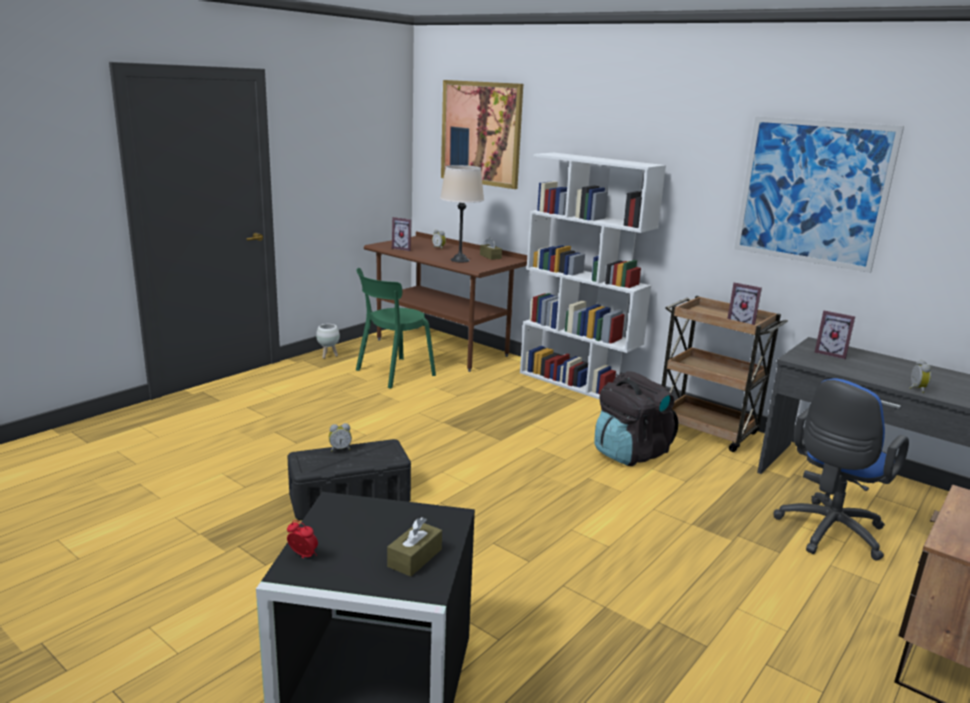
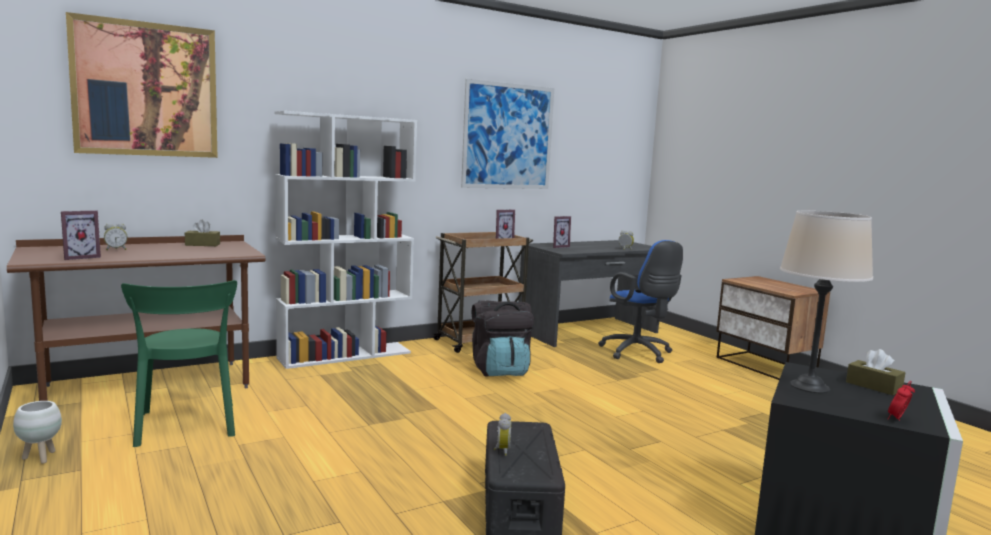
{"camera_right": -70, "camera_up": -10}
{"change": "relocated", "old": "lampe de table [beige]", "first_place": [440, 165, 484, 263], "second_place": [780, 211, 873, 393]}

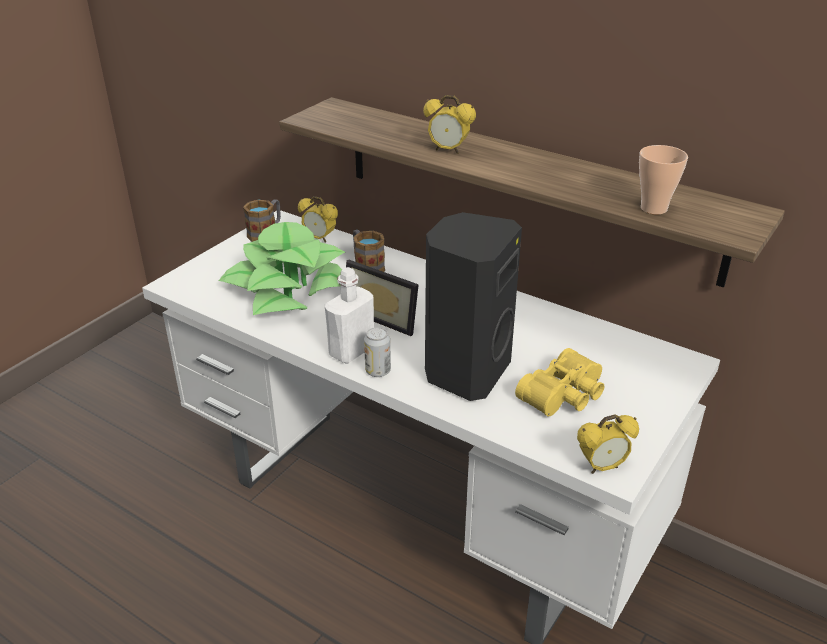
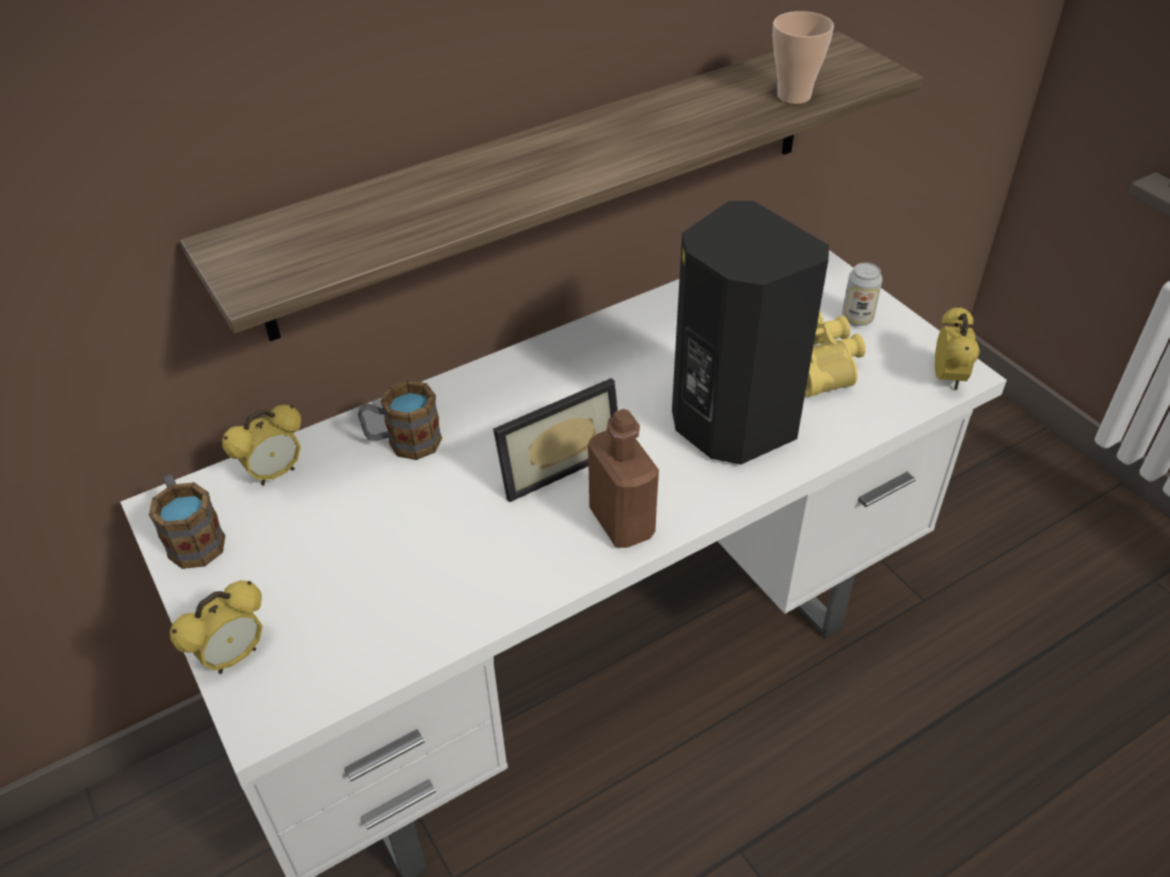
{"camera_right": -65, "camera_up": 10}
{"change": "missing", "old": "plante en pot", "first_place": [218, 222, 345, 315]}
{"change": "colour", "old": "bouteille [blanc]", "new": "bouteille [marron]", "first_place": [325, 267, 374, 364], "second_place": [588, 409, 659, 548]}
{"change": "relocated", "old": "boîte métallique", "first_place": [364, 327, 391, 377], "second_place": [842, 263, 883, 326]}
{"change": "relocated", "old": "réveil", "first_place": [423, 95, 476, 154], "second_place": [170, 580, 263, 674]}

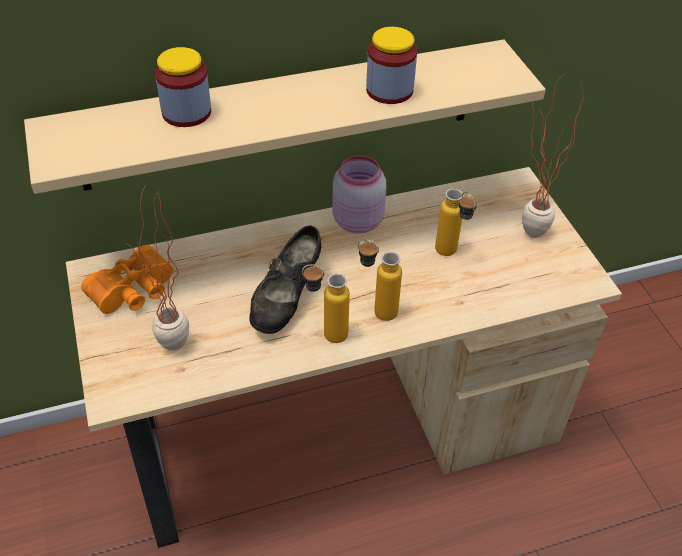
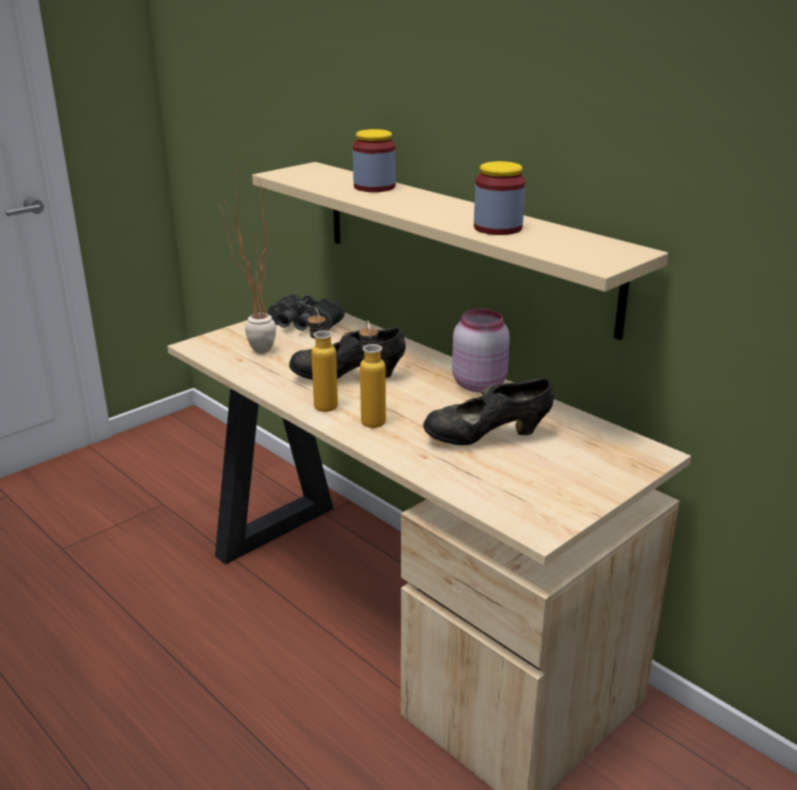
{"camera_right": 65, "camera_up": -20}
{"change": "colour", "old": "jumelles [orange]", "new": "jumelles [noir]", "first_place": [81, 245, 173, 314], "second_place": [268, 293, 345, 331]}
{"change": "exchanged", "old": "bouteille", "new": "chaussure [noir]", "first_place": [435, 189, 477, 256], "second_place": [423, 378, 554, 445]}
{"change": "missing", "old": "plante en pot", "first_place": [522, 72, 587, 238]}

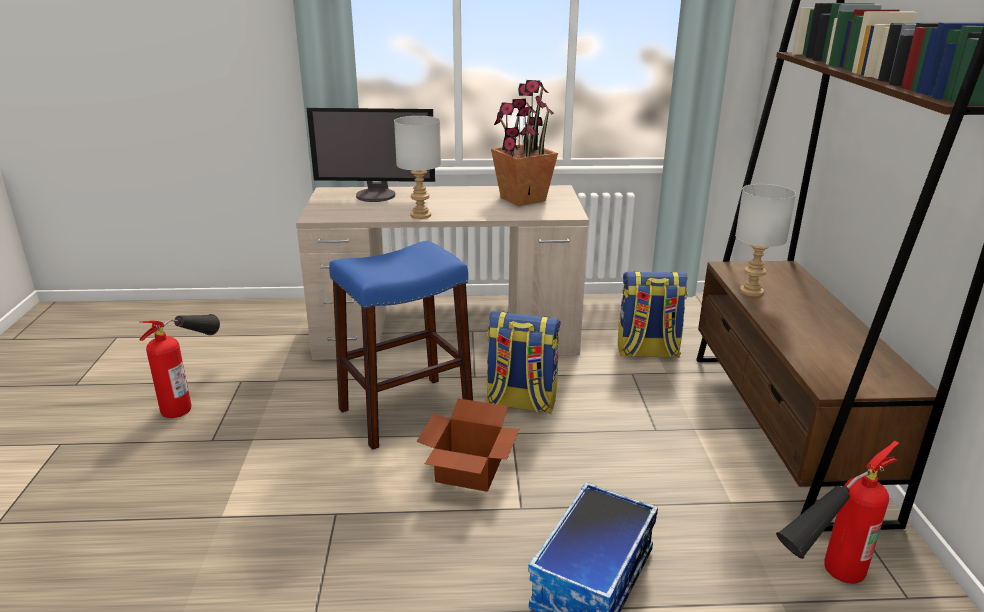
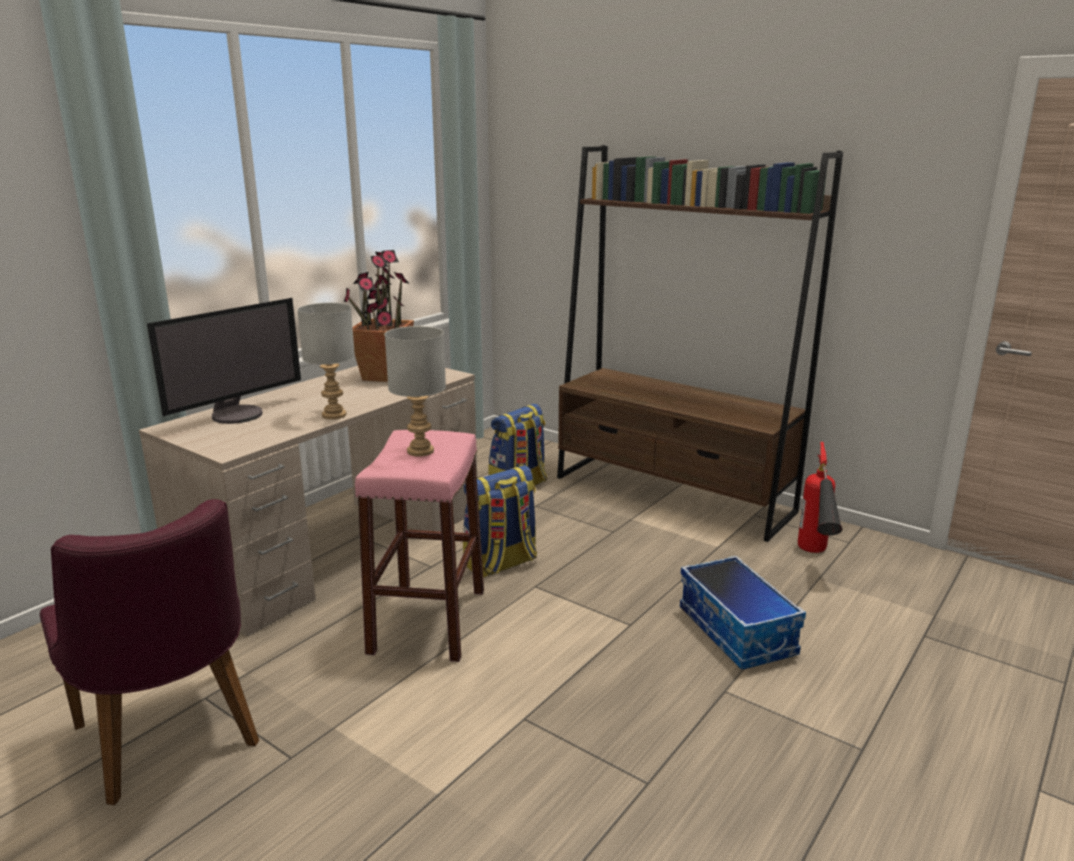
{"camera_right": -50, "camera_up": -5}
{"change": "exchanged", "old": "extincteur", "new": "chaise [violet]", "first_place": [139, 314, 220, 418], "second_place": [40, 499, 259, 805]}
{"change": "colour", "old": "tabouret [bleu]", "new": "tabouret [rose]", "first_place": [329, 241, 473, 450], "second_place": [355, 430, 484, 662]}
{"change": "missing", "old": "carton", "first_place": [417, 398, 519, 492]}
{"change": "relocated", "old": "lampe de table [gris]", "first_place": [735, 184, 796, 297], "second_place": [385, 326, 446, 457]}

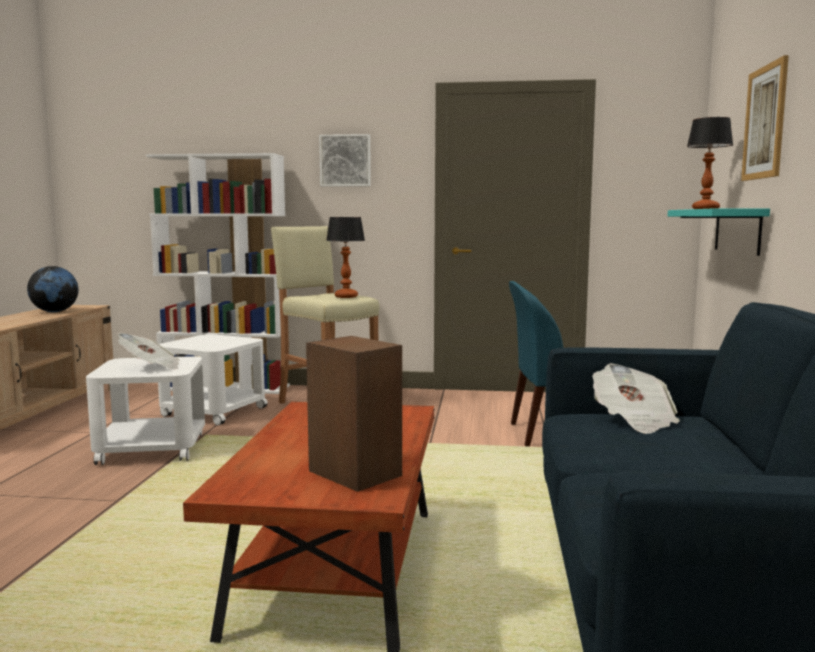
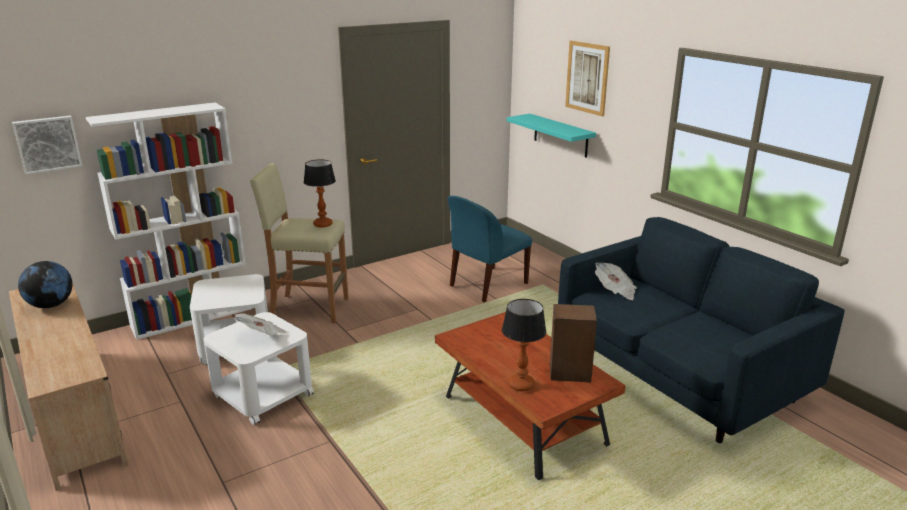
{"camera_right": -40, "camera_up": 15}
{"change": "relocated", "old": "tableau", "first_place": [319, 134, 371, 187], "second_place": [12, 116, 82, 174]}
{"change": "relocated", "old": "lampe de table", "first_place": [687, 117, 733, 209], "second_place": [502, 299, 546, 391]}

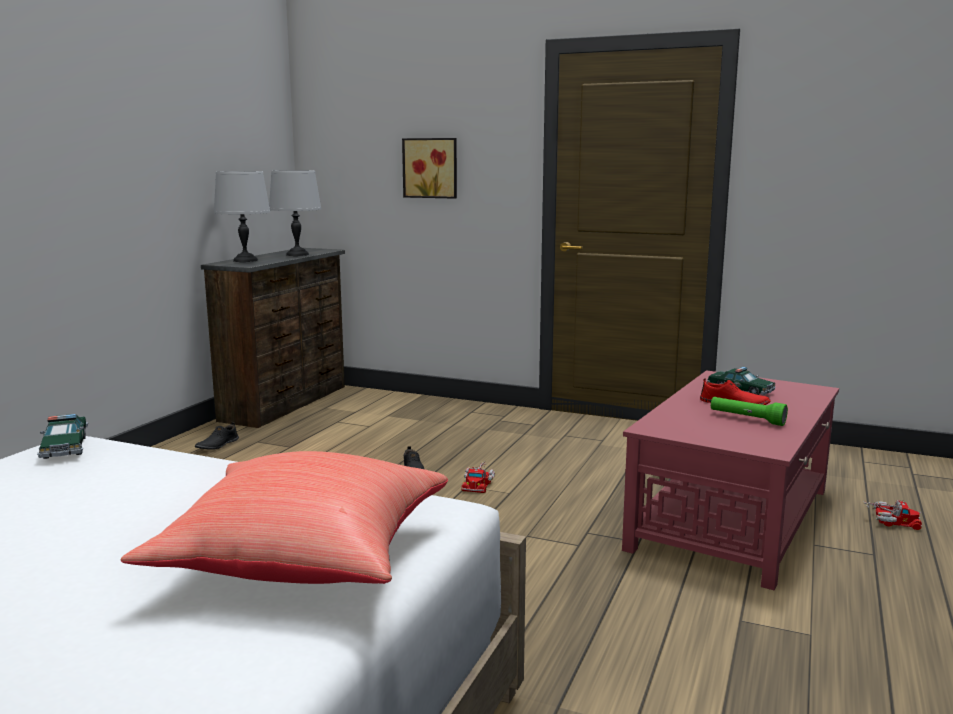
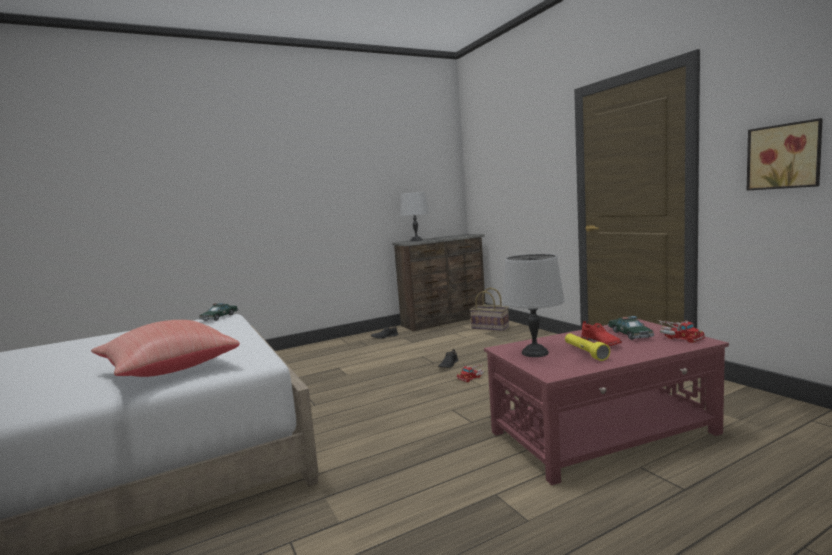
{"camera_right": 40, "camera_up": -5}
{"change": "relocated", "old": "lampe de table [gris]", "first_place": [269, 170, 321, 256], "second_place": [502, 254, 565, 357]}
{"change": "relocated", "old": "tableau", "first_place": [402, 138, 457, 199], "second_place": [747, 118, 823, 190]}
{"change": "colour", "old": "lampe de poche [vert]", "new": "lampe de poche [jaune]", "first_place": [711, 397, 788, 426], "second_place": [565, 333, 610, 361]}
{"change": "relocated", "old": "camion jouet", "first_place": [863, 500, 922, 530], "second_place": [658, 320, 705, 343]}
{"change": "appeared", "new": "panier", "second_place": [470, 288, 509, 331]}

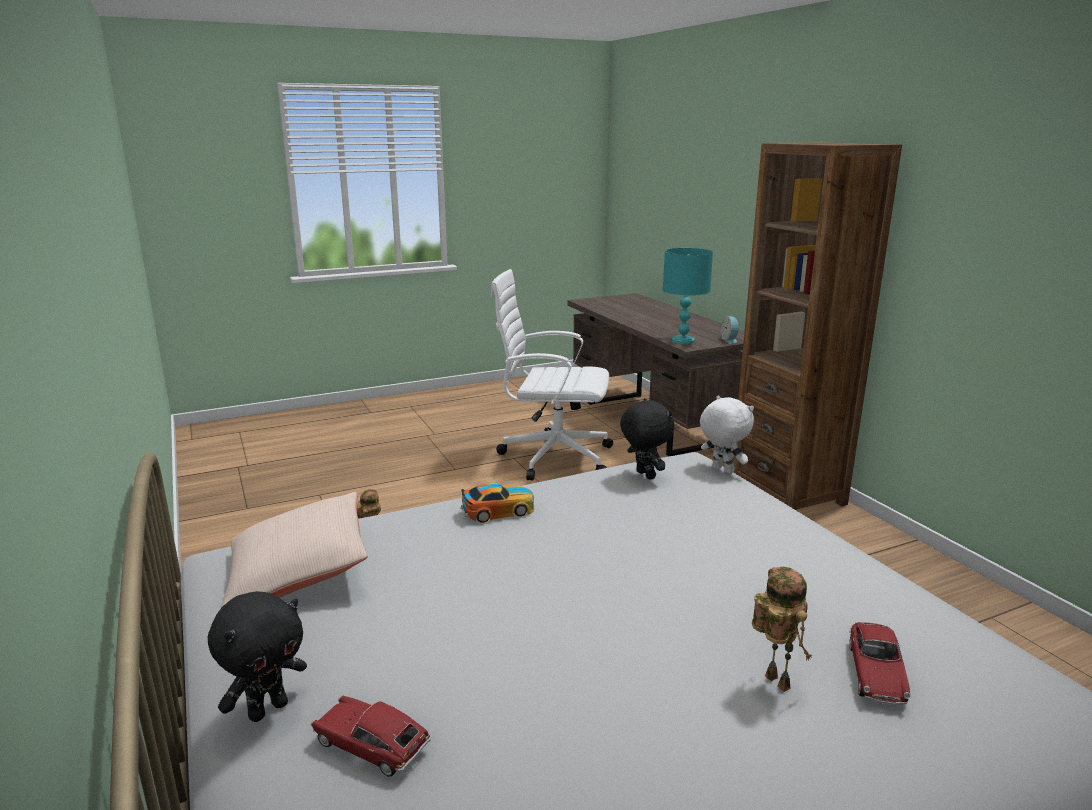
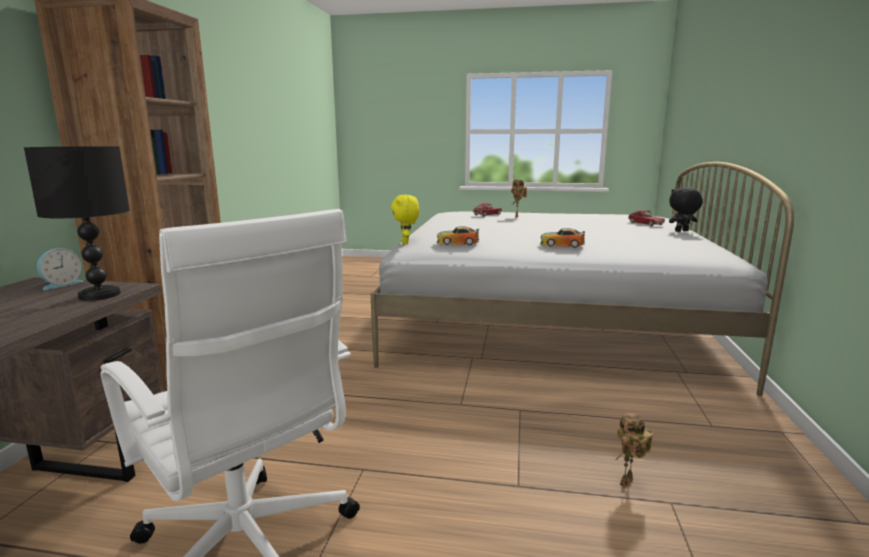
{"camera_right": -145, "camera_up": -5}
{"change": "missing", "old": "coussin [beige]", "first_place": [221, 492, 368, 608]}
{"change": "exchanged", "old": "peluche [noir]", "new": "petite voiture", "first_place": [620, 398, 675, 480], "second_place": [437, 226, 479, 245]}
{"change": "colour", "old": "lampe de table [turquoise]", "new": "lampe de table [noir]", "first_place": [663, 248, 713, 344], "second_place": [24, 146, 130, 301]}
{"change": "colour", "old": "peluche [blanc]", "new": "peluche [jaune]", "first_place": [700, 396, 754, 474], "second_place": [391, 195, 419, 244]}

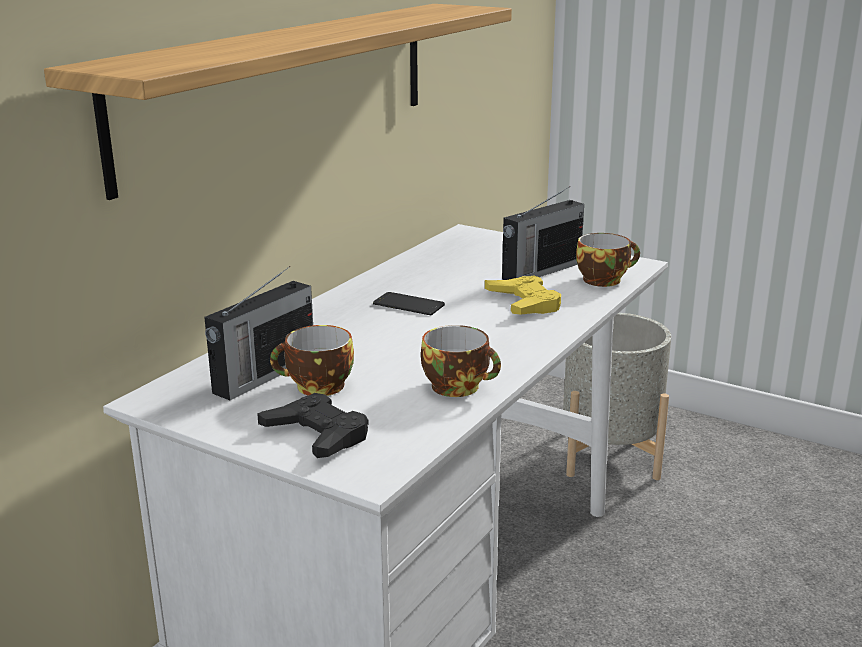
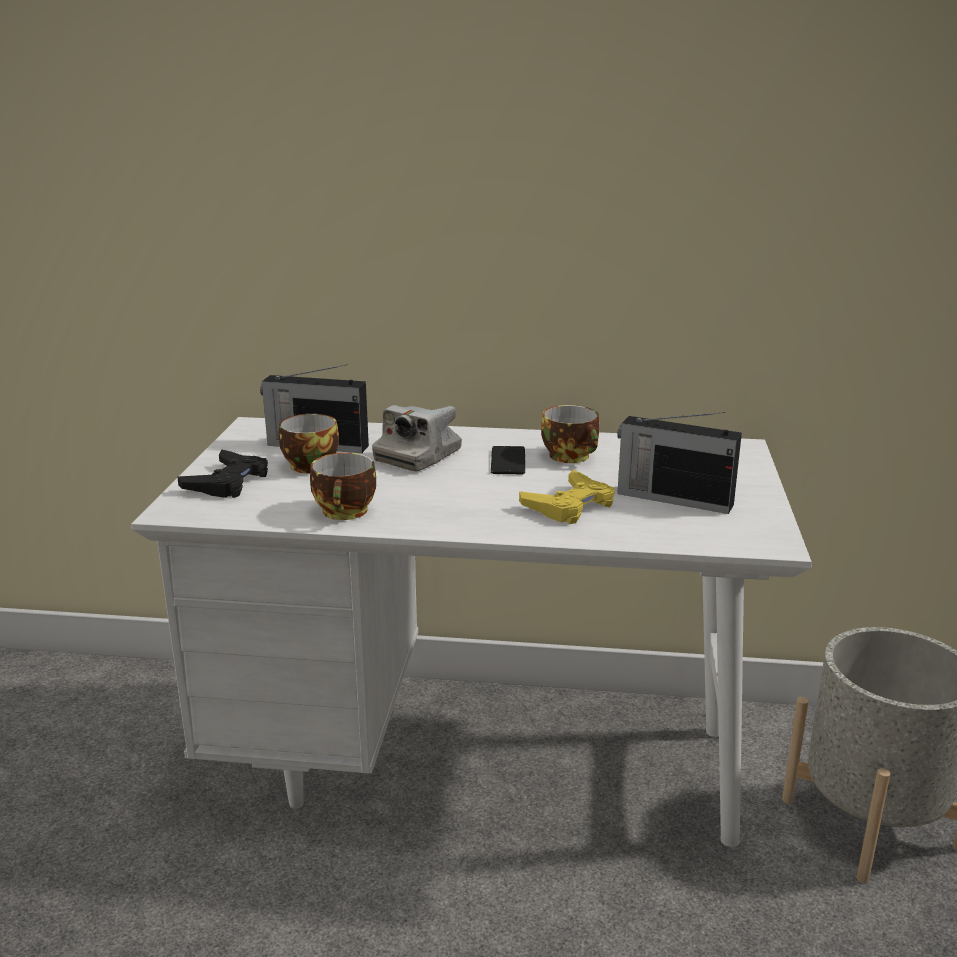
{"camera_right": 65, "camera_up": 0}
{"change": "missing", "old": "étagère", "first_place": [44, 4, 512, 200]}
{"change": "relocated", "old": "tasse", "first_place": [576, 233, 640, 287], "second_place": [541, 405, 600, 463]}
{"change": "appeared", "new": "appareil photo", "second_place": [372, 405, 462, 471]}

